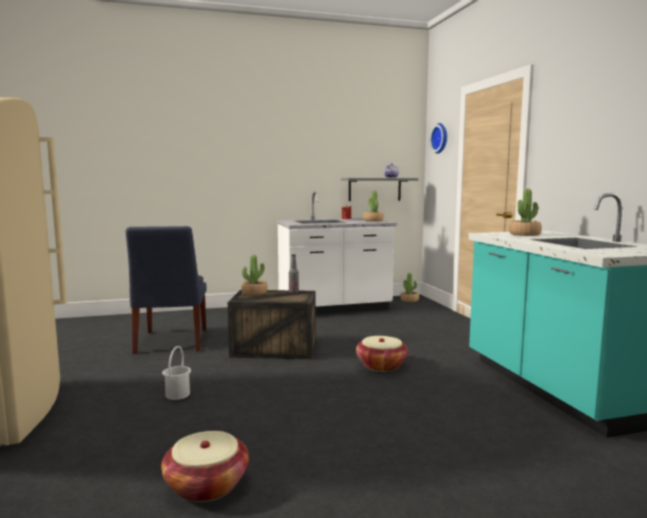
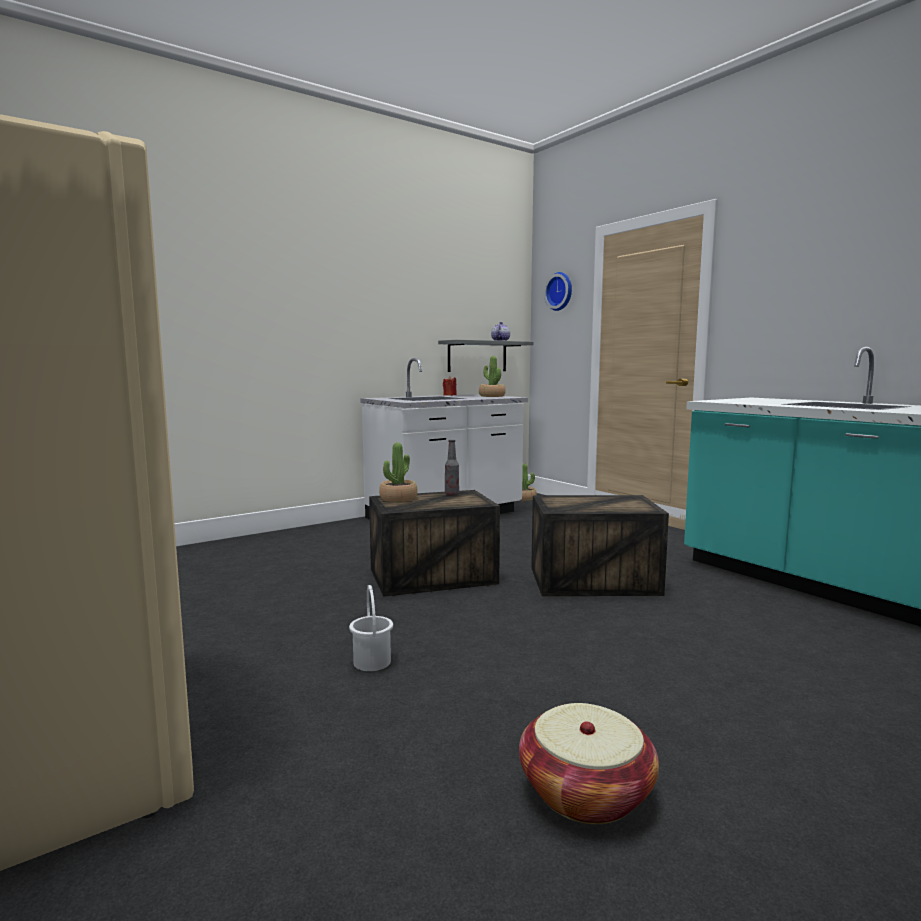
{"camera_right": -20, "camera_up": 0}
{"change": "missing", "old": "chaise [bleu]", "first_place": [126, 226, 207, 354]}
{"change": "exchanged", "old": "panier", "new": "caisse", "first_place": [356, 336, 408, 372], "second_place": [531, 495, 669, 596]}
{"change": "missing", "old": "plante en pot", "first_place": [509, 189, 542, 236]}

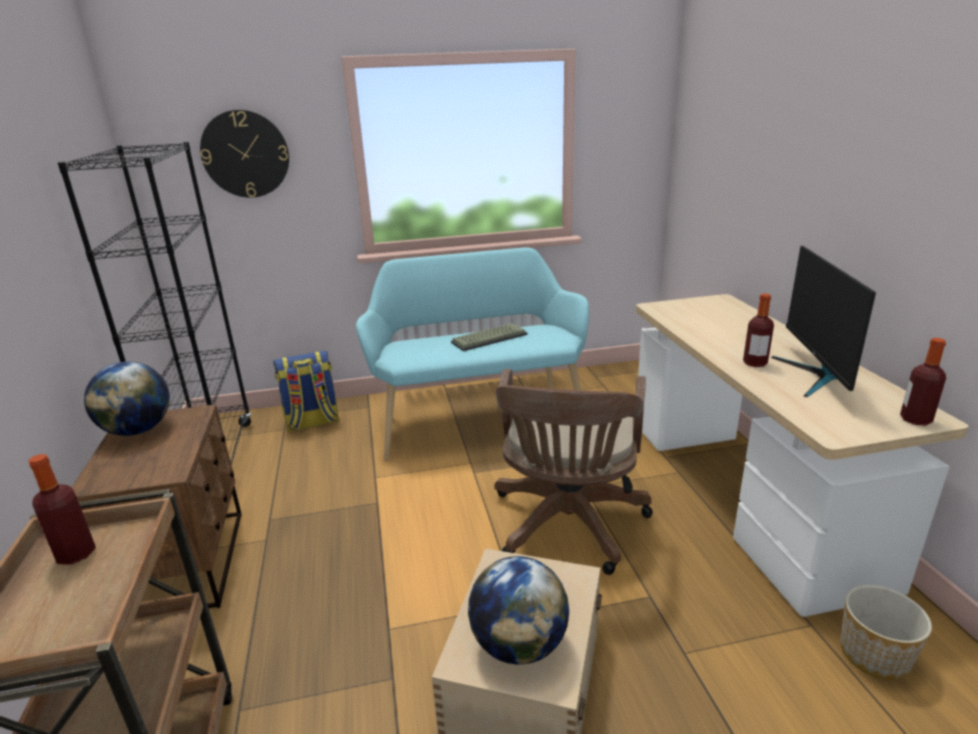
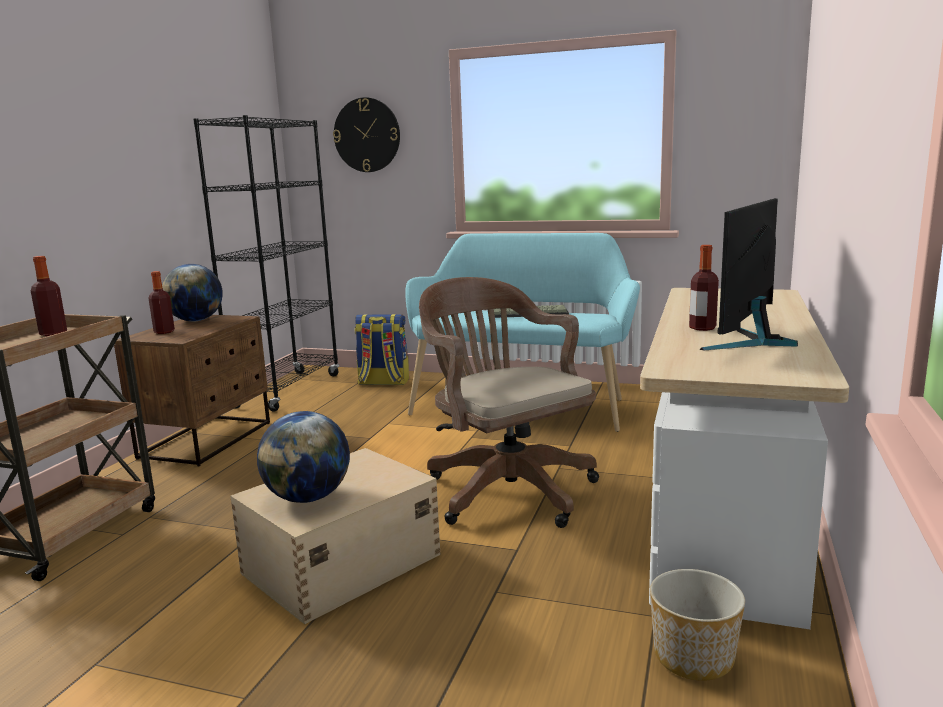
{"camera_right": 30, "camera_up": -10}
{"change": "spun", "old": "chaise de bureau [marron]", "first_place": [494, 369, 653, 575], "second_place": [419, 277, 599, 528], "degrees": 105}
{"change": "relocated", "old": "bouteille", "first_place": [900, 338, 946, 426], "second_place": [148, 271, 175, 334]}

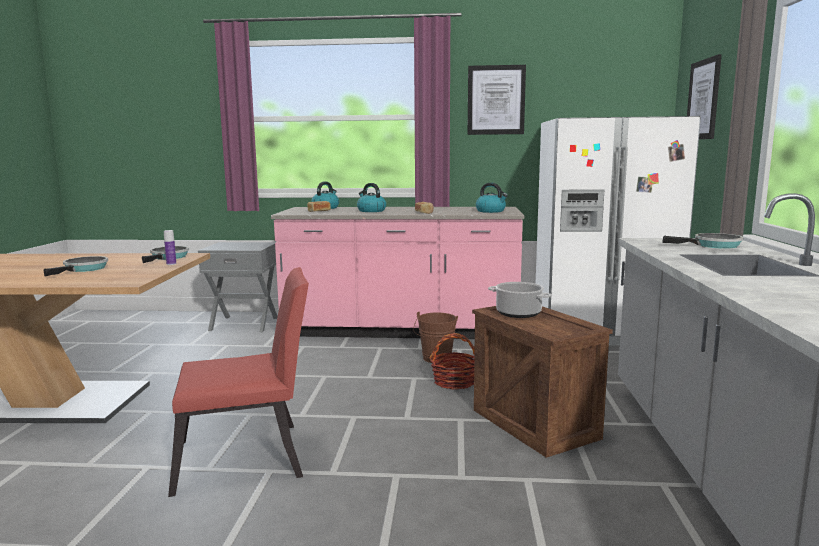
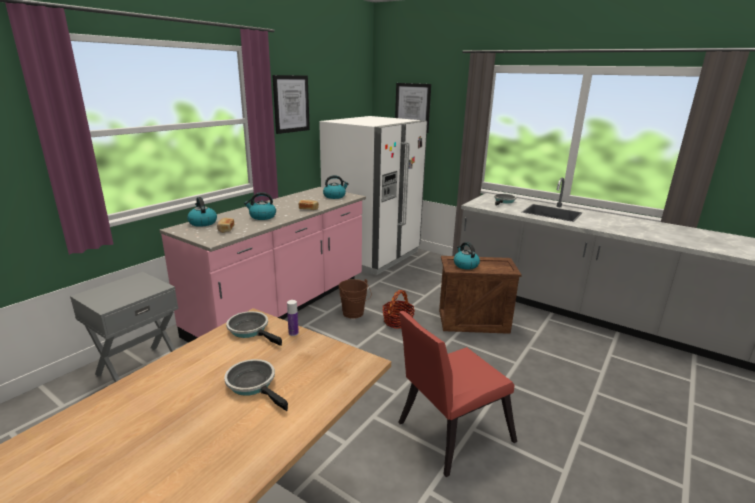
{"camera_right": -60, "camera_up": 10}
{"change": "spun", "old": "chaise [rouge]", "first_place": [168, 267, 309, 497], "second_place": [398, 311, 517, 477], "degrees": -135}
{"change": "exchanged", "old": "marmite", "new": "bouilloire", "first_place": [488, 282, 552, 318], "second_place": [454, 242, 480, 270]}

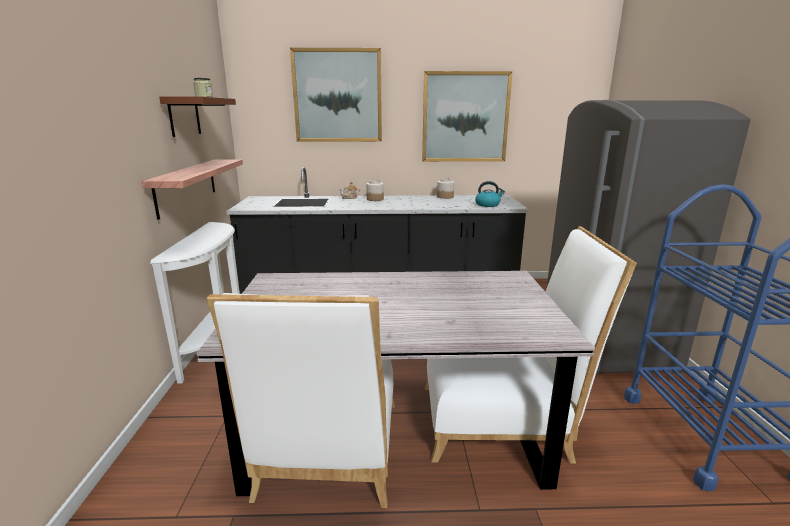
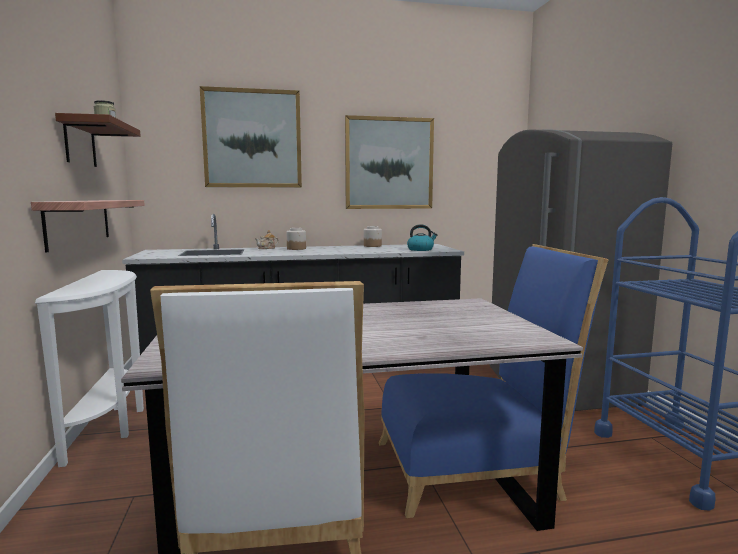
{"camera_right": -10, "camera_up": -10}
{"change": "colour", "old": "chaise [blanc]", "new": "chaise [bleu]", "first_place": [425, 226, 637, 464], "second_place": [379, 244, 608, 518]}

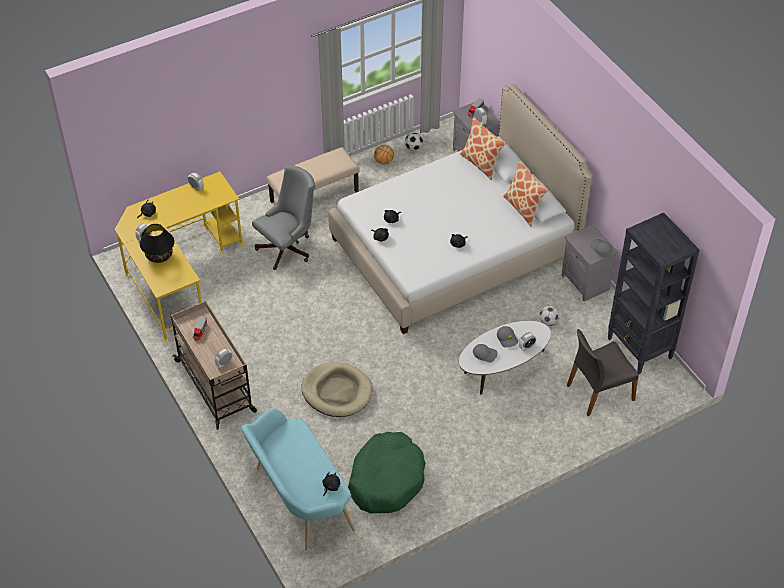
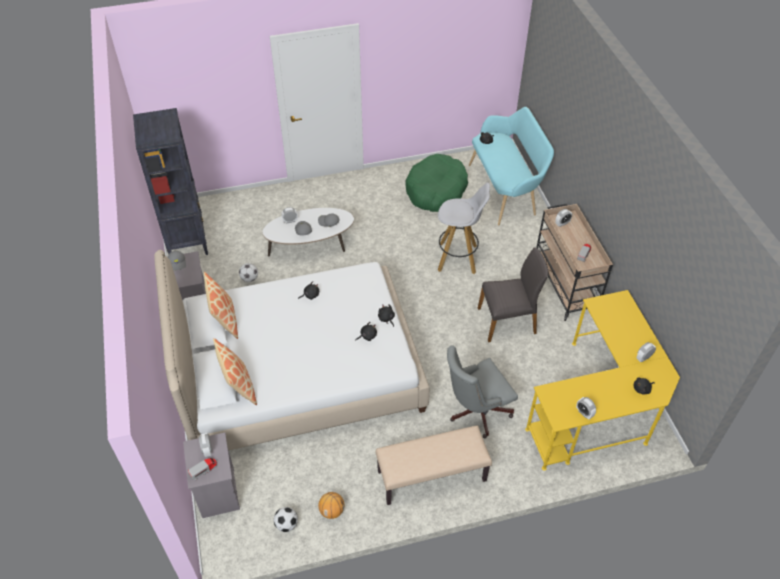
{"camera_right": -165, "camera_up": 0}
{"change": "missing", "old": "lampe de table [noir]", "first_place": [140, 224, 175, 263]}
{"change": "exchanged", "old": "panier pour chien [beige]", "new": "tabouret [blanc]", "first_place": [301, 362, 372, 417], "second_place": [438, 183, 490, 274]}
{"change": "relocated", "old": "chaise [gris]", "first_place": [567, 329, 639, 416], "second_place": [478, 247, 548, 342]}

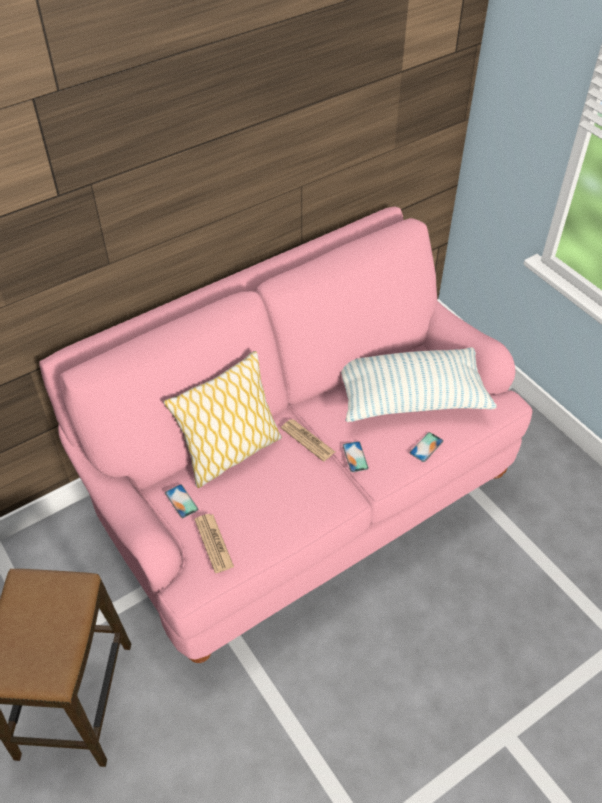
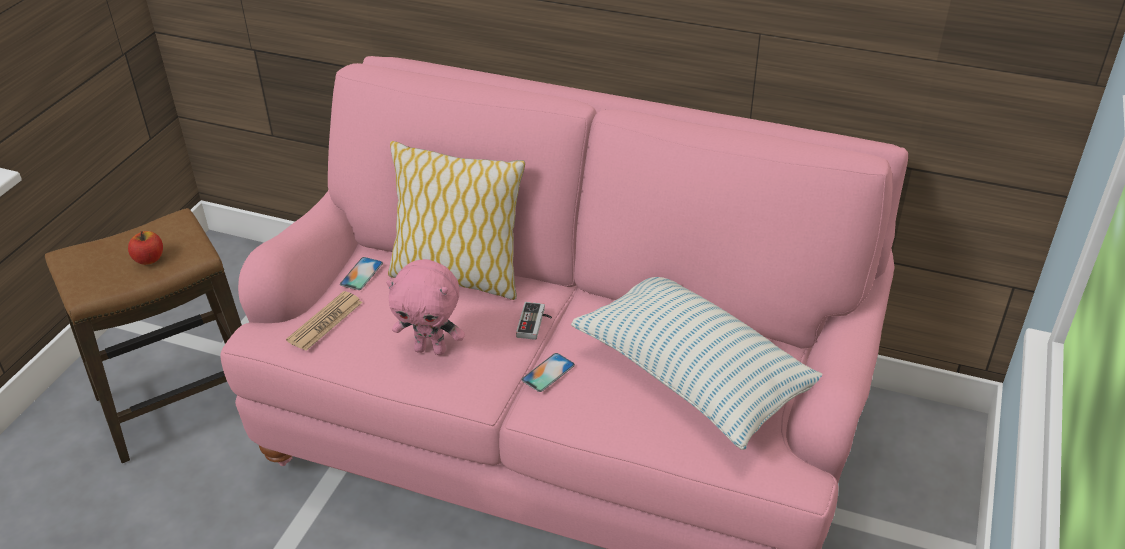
{"camera_right": 55, "camera_up": -10}
{"change": "exchanged", "old": "journal", "new": "manette", "first_place": [281, 419, 335, 461], "second_place": [516, 302, 552, 340]}
{"change": "missing", "old": "téléphone", "first_place": [410, 432, 443, 462]}
{"change": "appeared", "new": "pomme", "second_place": [128, 231, 163, 265]}
{"change": "appeared", "new": "peluche [rose]", "second_place": [386, 259, 465, 355]}

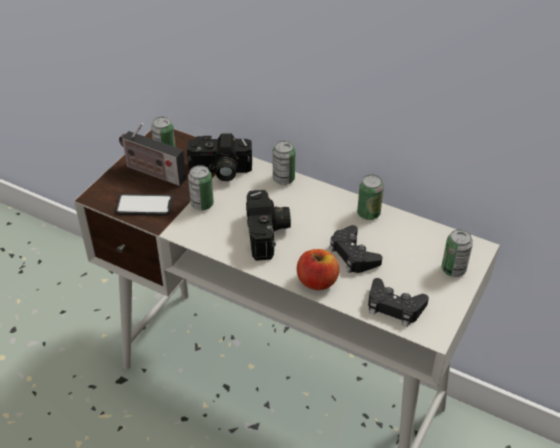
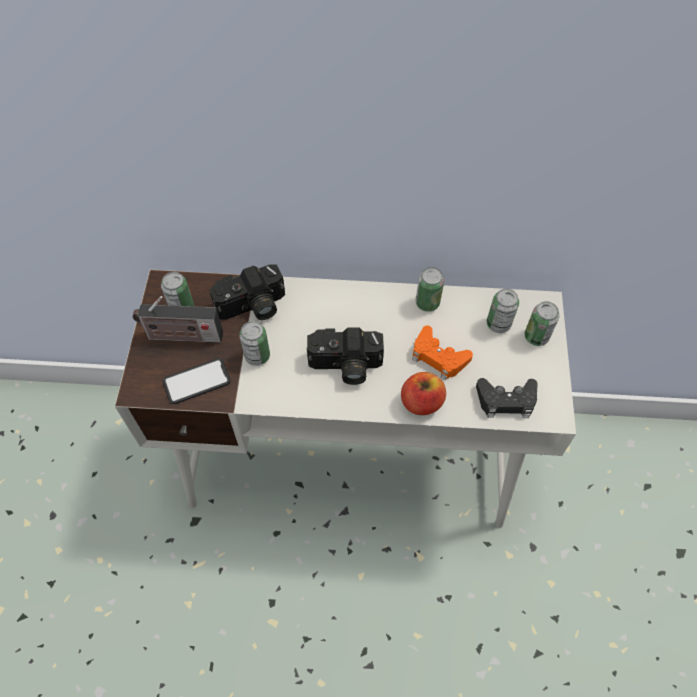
{"camera_right": -25, "camera_up": 15}
{"change": "spun", "old": "appareil photo", "first_place": [246, 190, 291, 261], "second_place": [307, 327, 384, 385], "degrees": 120}
{"change": "relocated", "old": "boîte métallique", "first_place": [273, 141, 295, 185], "second_place": [487, 289, 519, 333]}
{"change": "colour", "old": "manette [noir]", "new": "manette [orange]", "first_place": [329, 225, 382, 273], "second_place": [412, 326, 473, 380]}

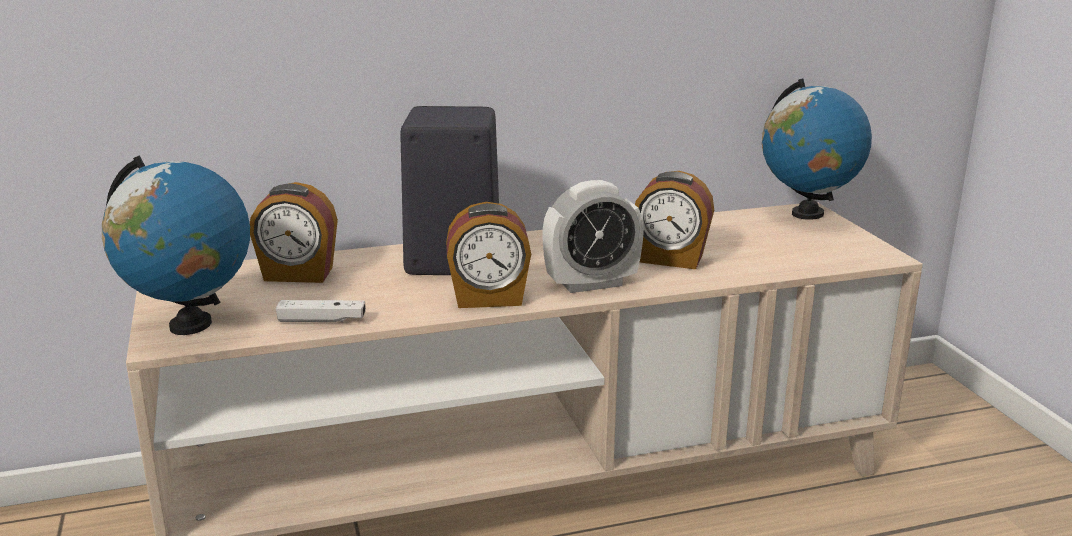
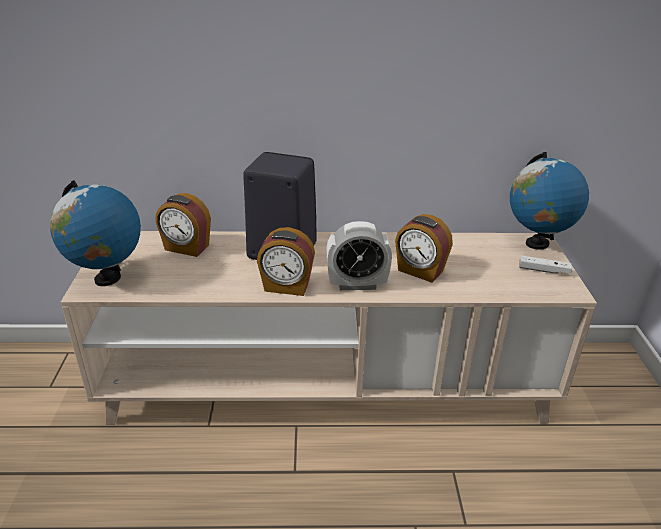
{"camera_right": 15, "camera_up": 10}
{"change": "relocated", "old": "manette [blanc]", "first_place": [276, 300, 366, 322], "second_place": [519, 255, 572, 274]}

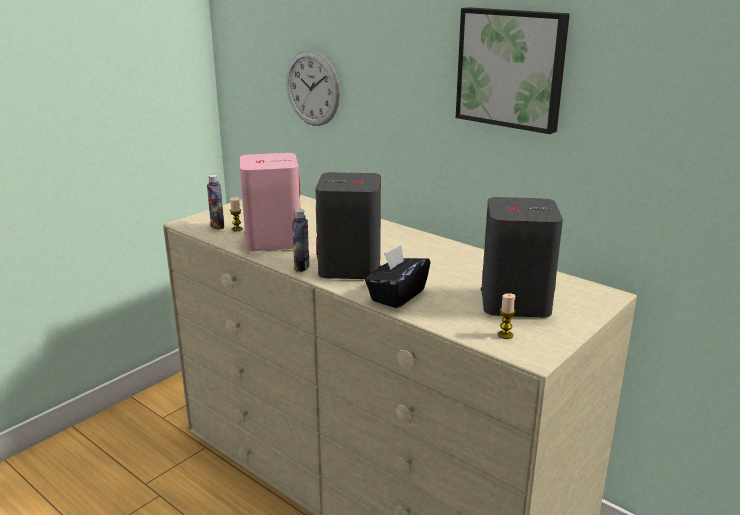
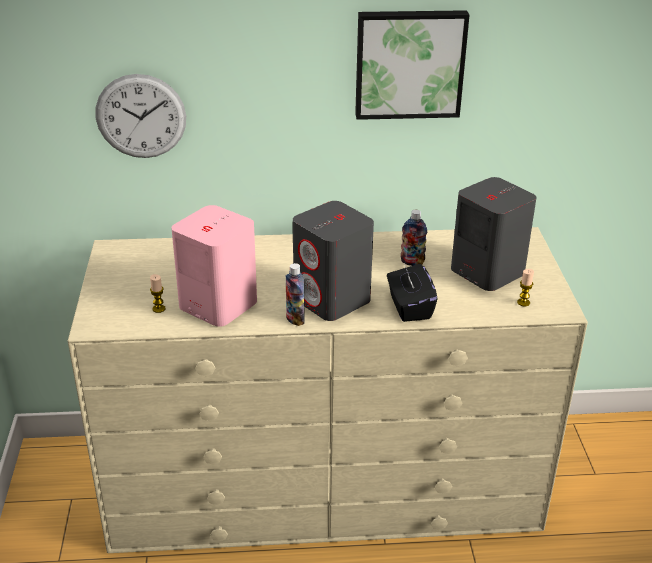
{"camera_right": -45, "camera_up": 10}
{"change": "relocated", "old": "bouteille", "first_place": [207, 175, 224, 230], "second_place": [400, 210, 427, 266]}

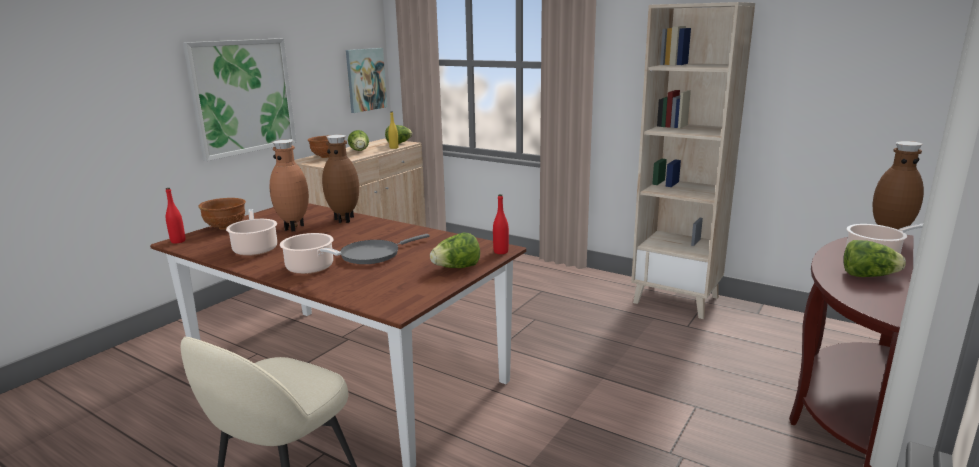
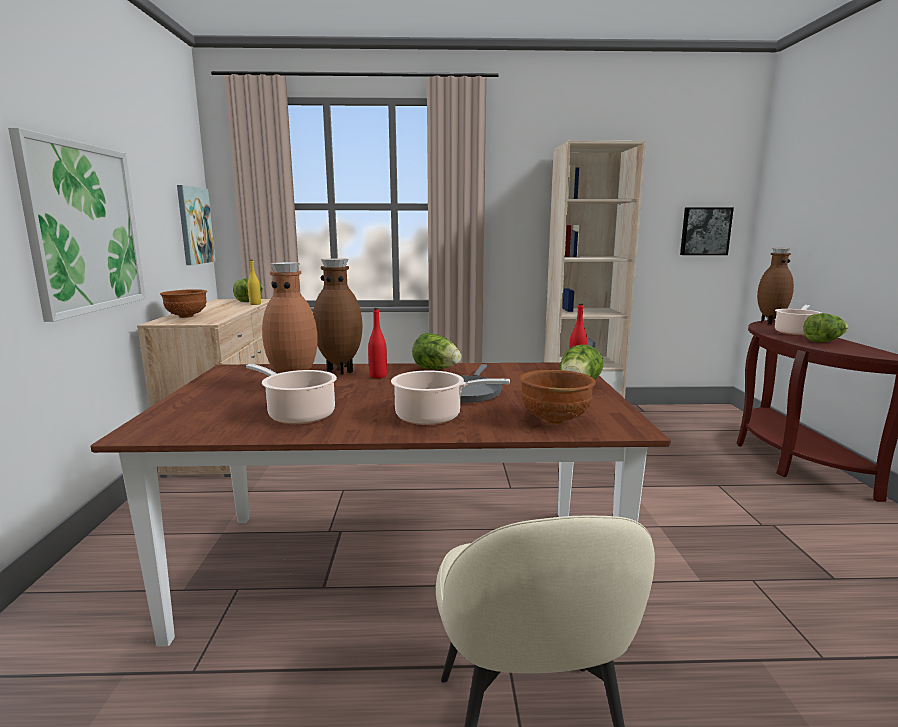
{"camera_right": -35, "camera_up": -5}
{"change": "relocated", "old": "bouteille [rouge]", "first_place": [166, 188, 185, 244], "second_place": [368, 308, 387, 378]}
{"change": "relocated", "old": "bol [marron]", "first_place": [199, 198, 246, 230], "second_place": [519, 370, 596, 424]}
{"change": "relocated", "old": "laitue", "first_place": [348, 130, 369, 151], "second_place": [412, 333, 462, 369]}
{"change": "appeared", "new": "tableau", "second_place": [680, 207, 734, 255]}

